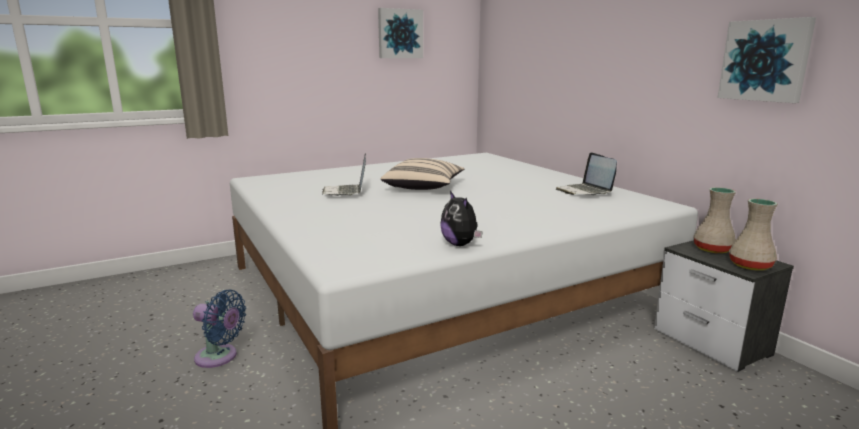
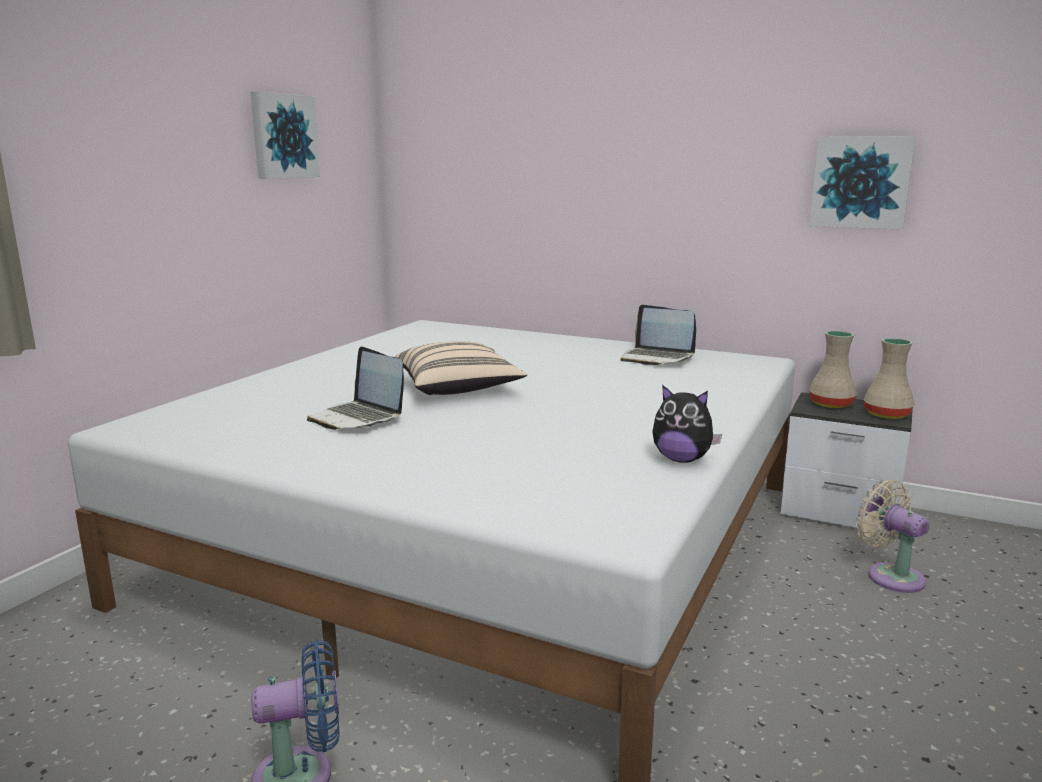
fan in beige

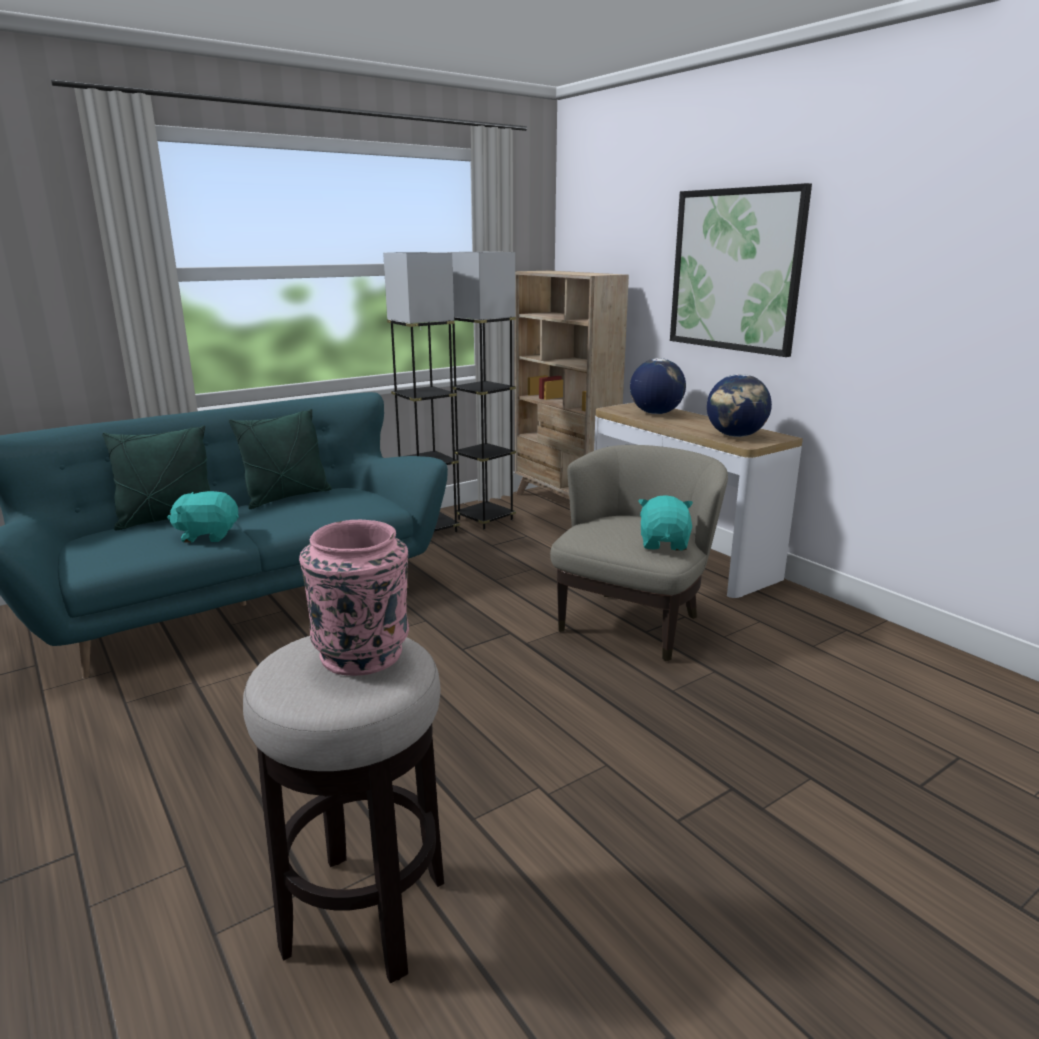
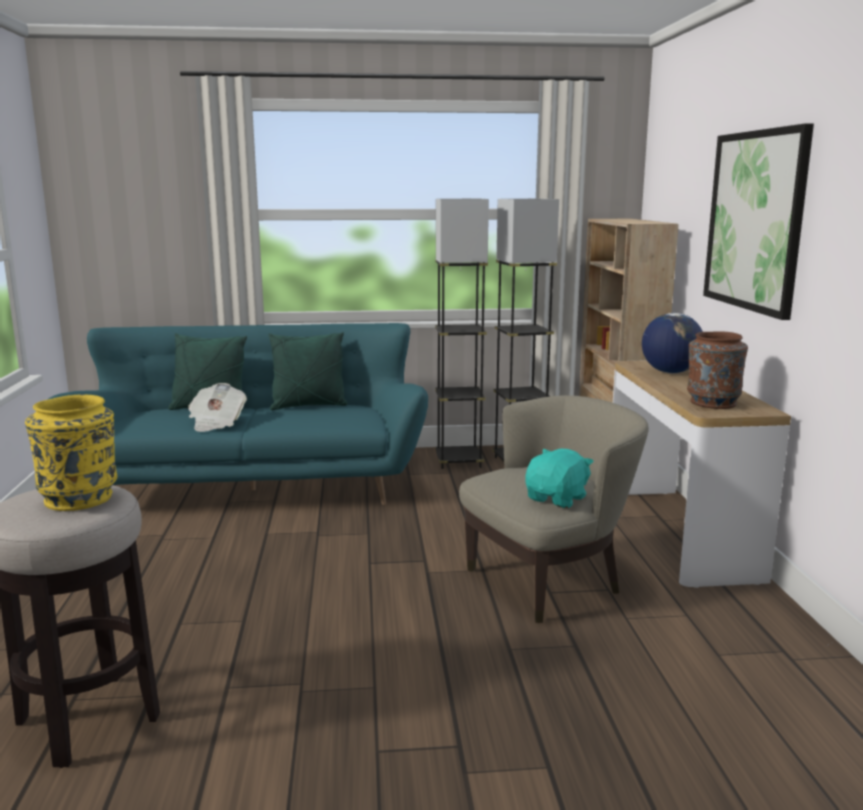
newspaper
vase in brown
vase in yellow

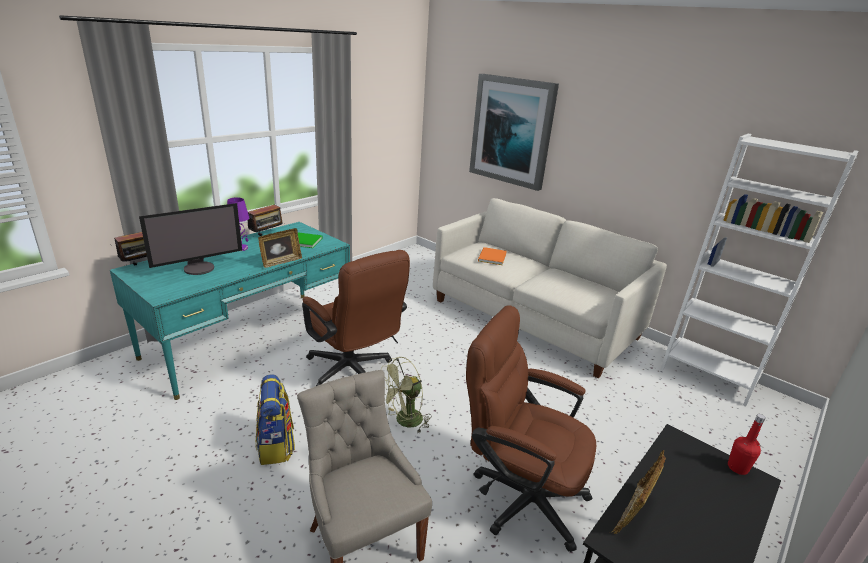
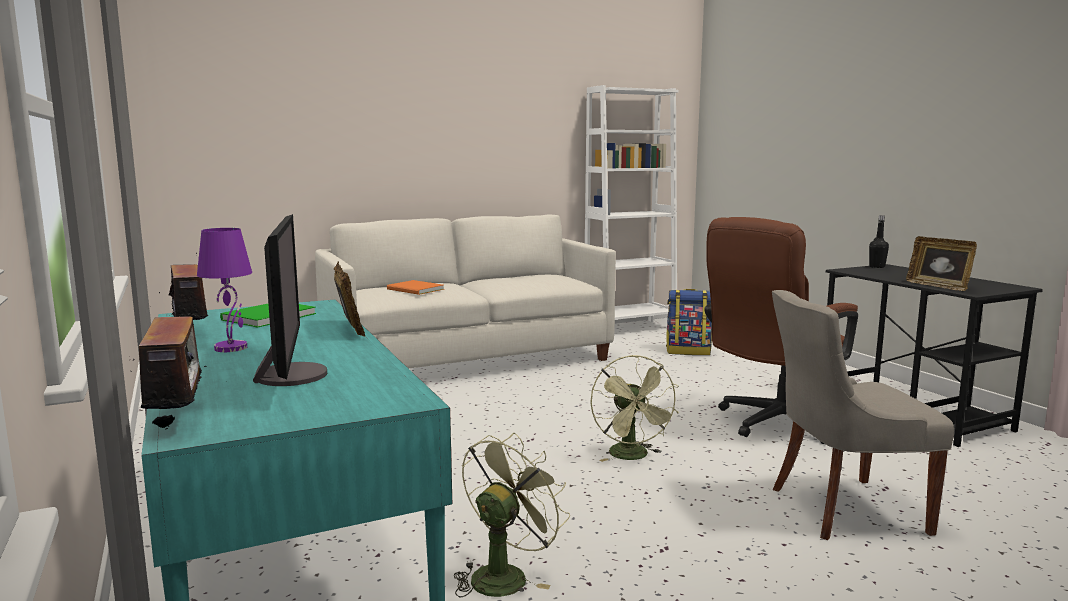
office chair in brown (no. 1 from left in the first image)
picture
fan in green (no. 1 from left)
backpack
bottle in black

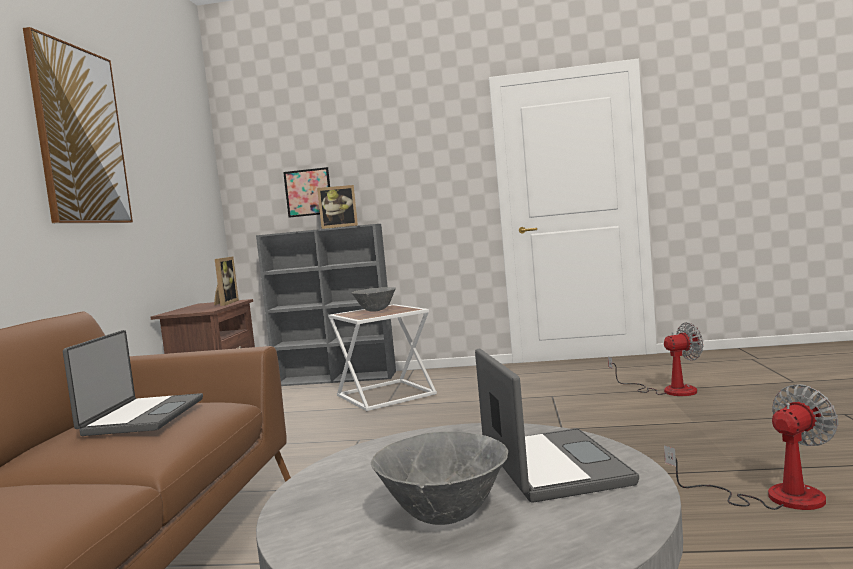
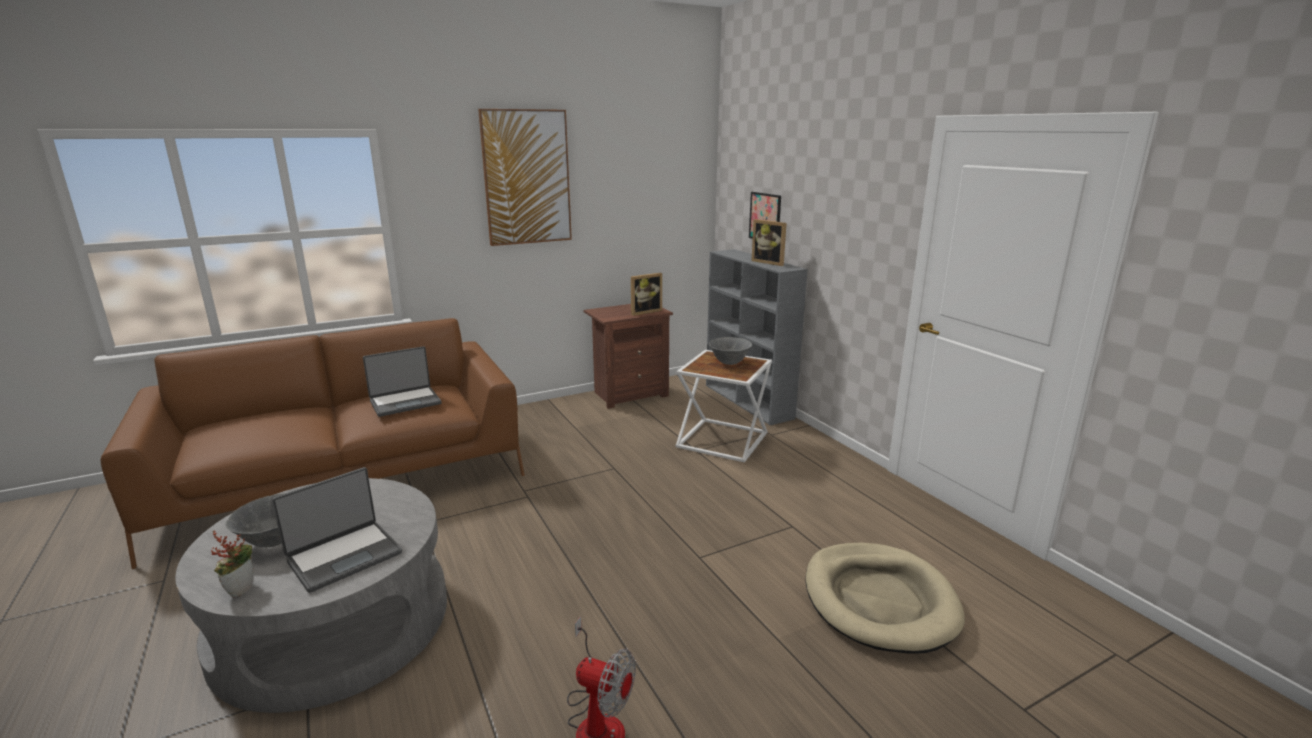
potted plant
dog bed in beige

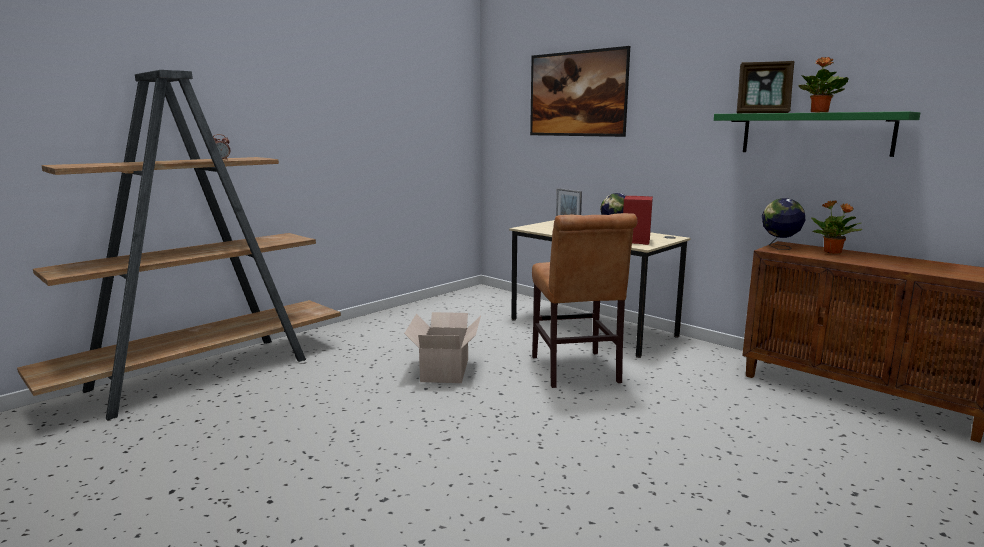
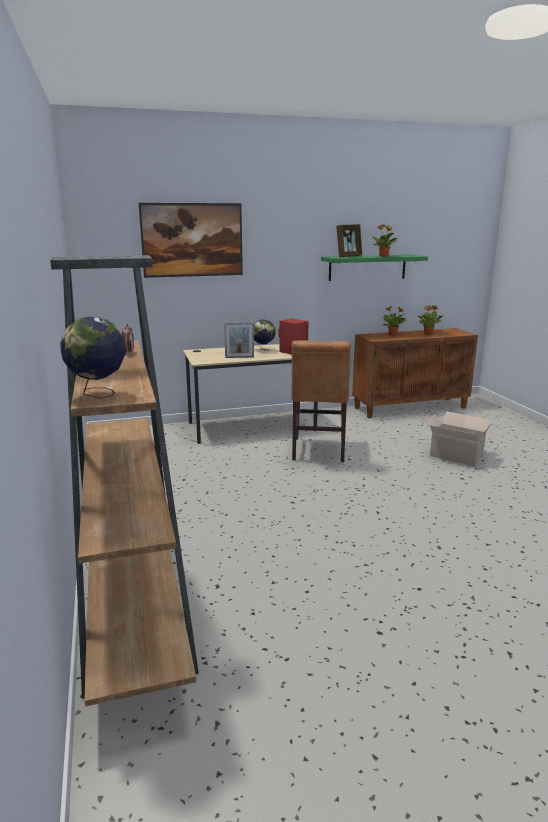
potted plant (no. 3 from left)
cardboard box
globe (no. 1 from left)
chair in brown

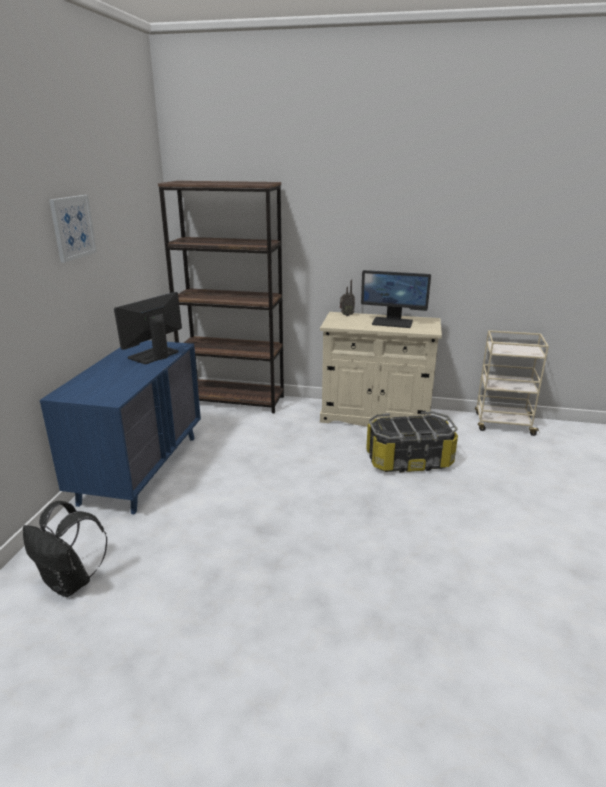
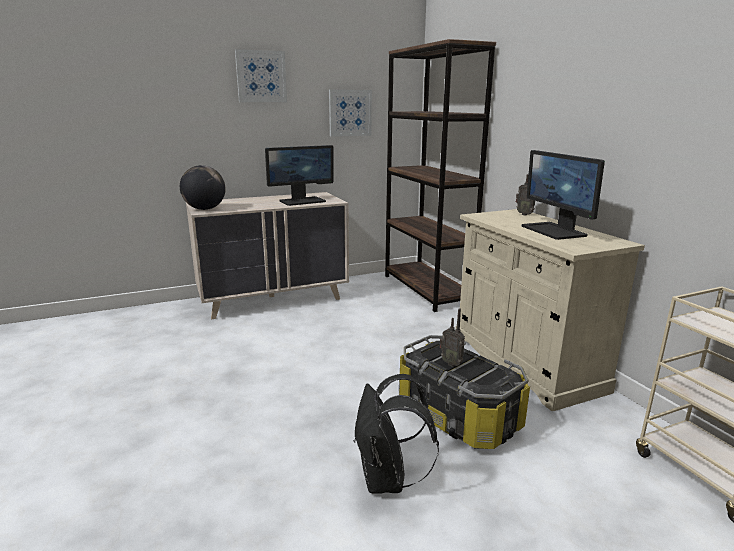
globe
picture (no. 2 from left)
radio (no. 1 from left)
backpack in black
dresser in beige
monitor (no. 1 from left)

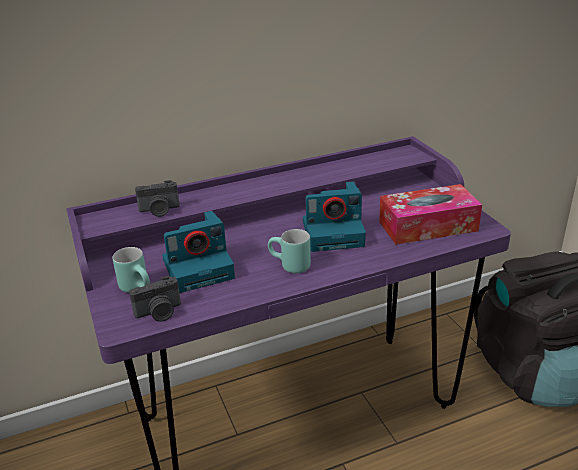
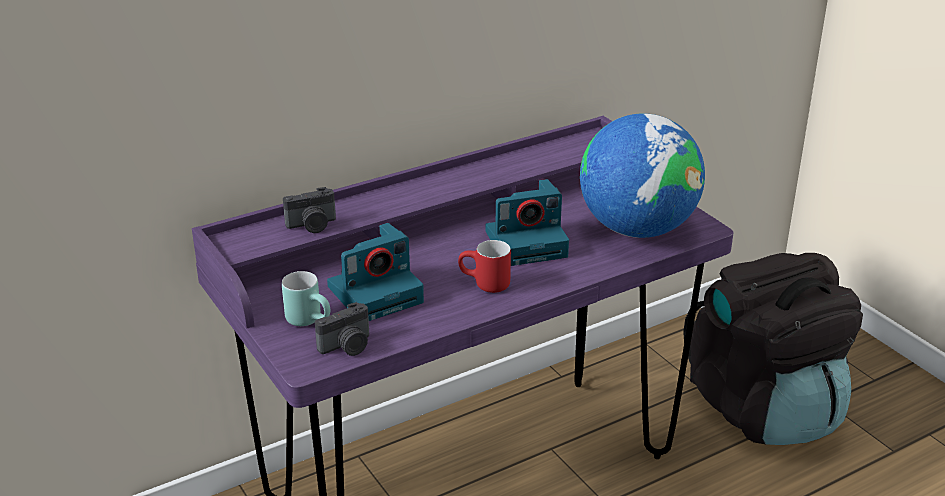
globe
mug in red

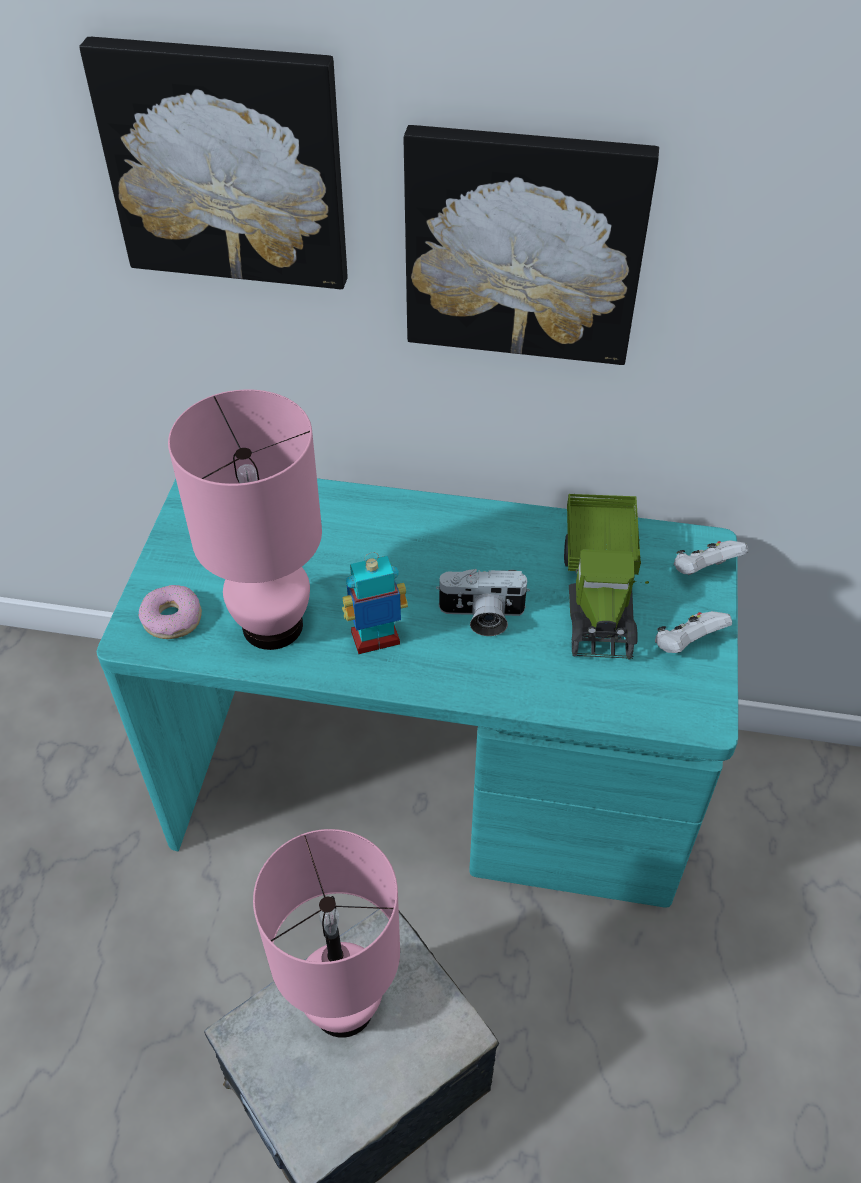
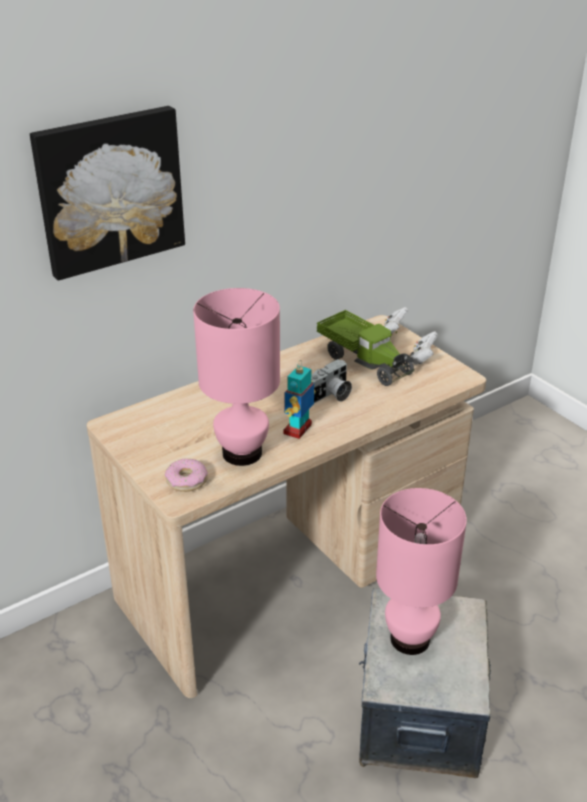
picture (no. 2 from left in the first image)
desk in beige

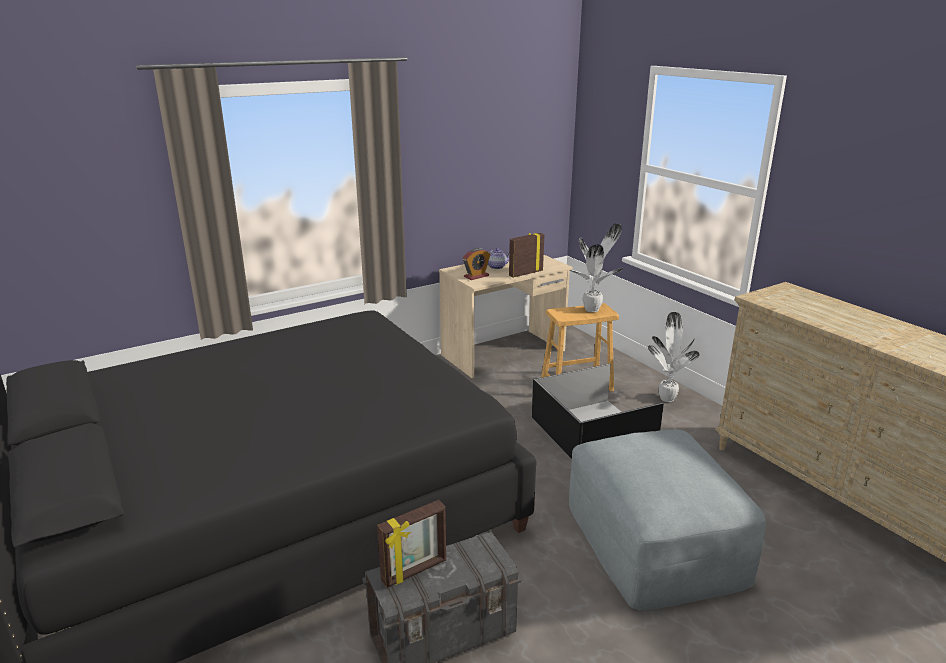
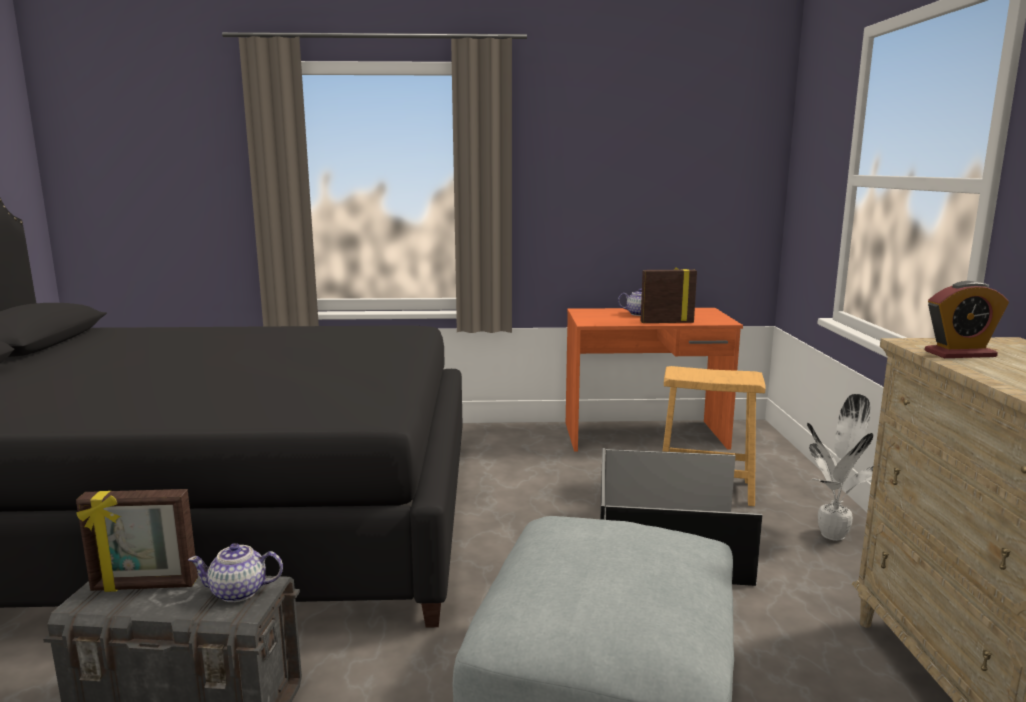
potted plant (no. 1 from left in the first image)
teapot (no. 1 from left)
alarm clock
desk in orange

